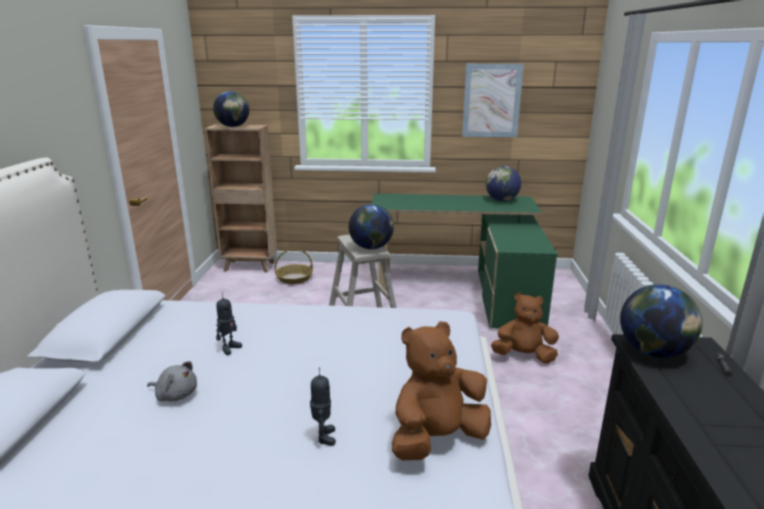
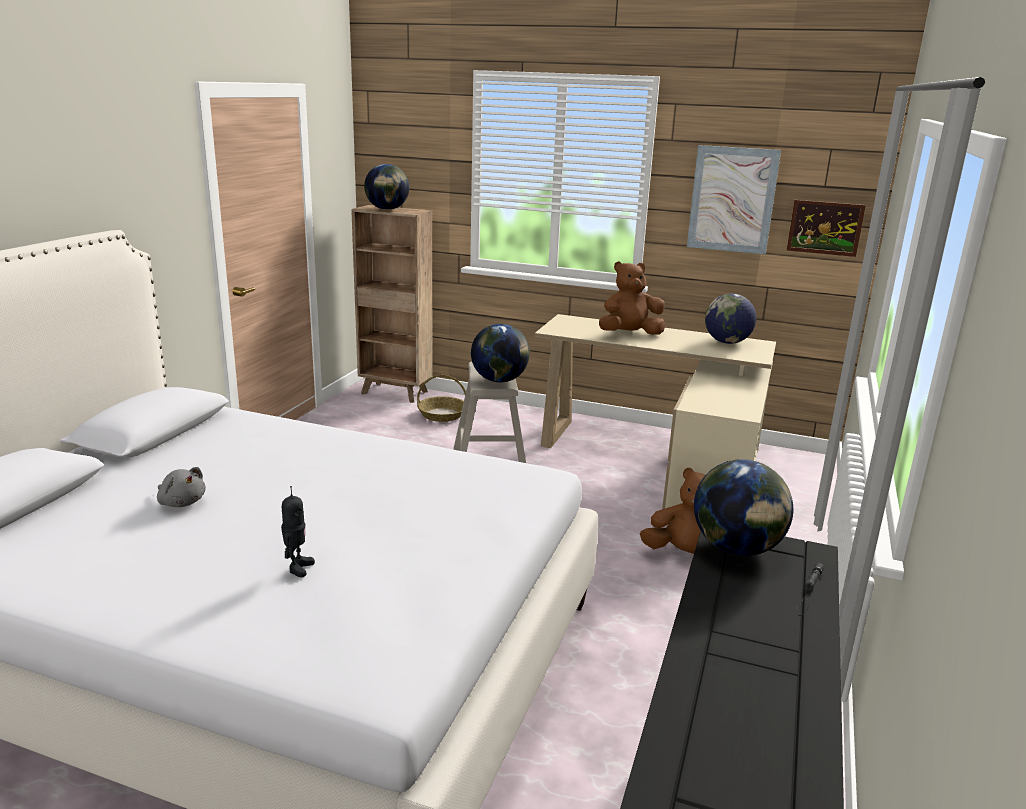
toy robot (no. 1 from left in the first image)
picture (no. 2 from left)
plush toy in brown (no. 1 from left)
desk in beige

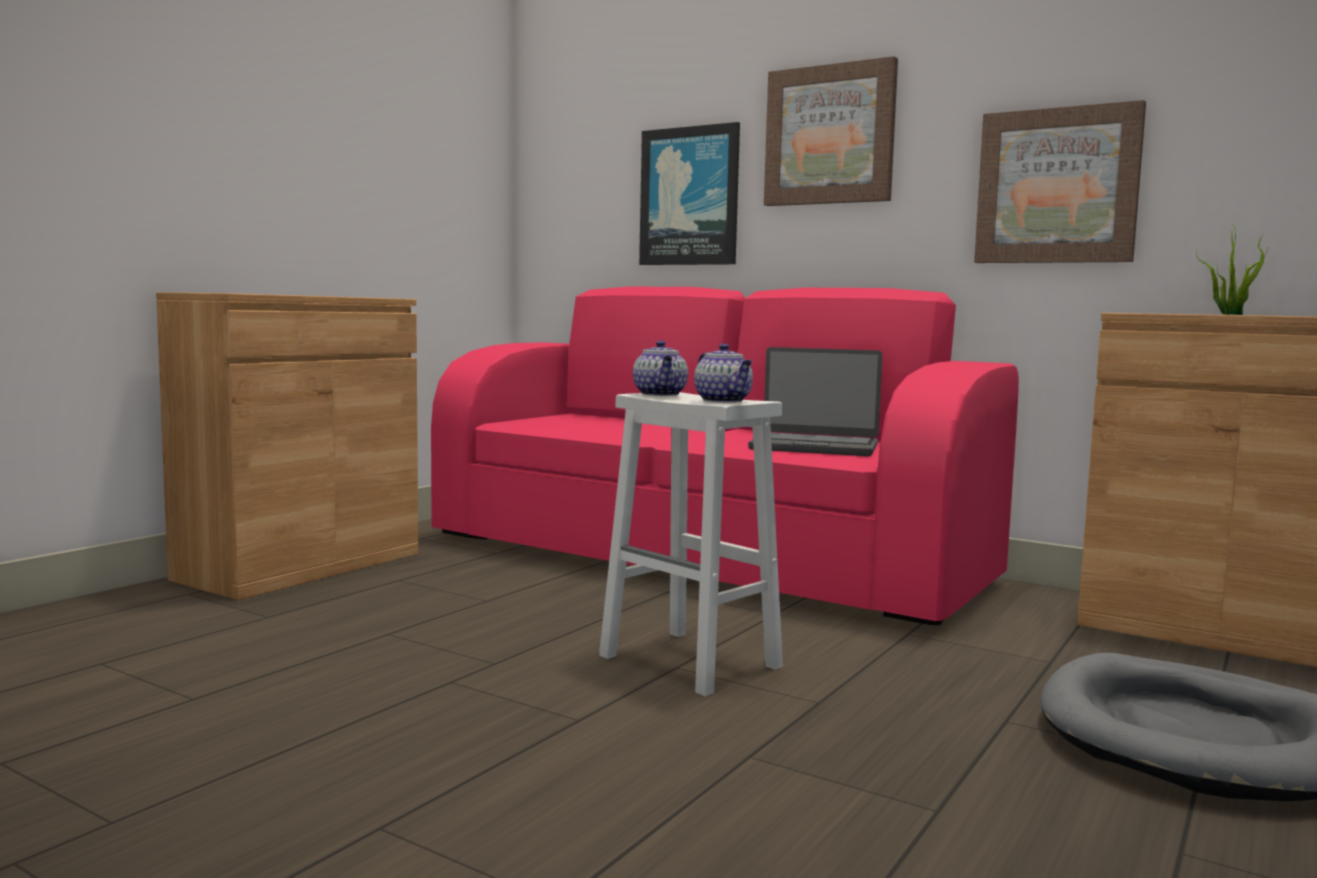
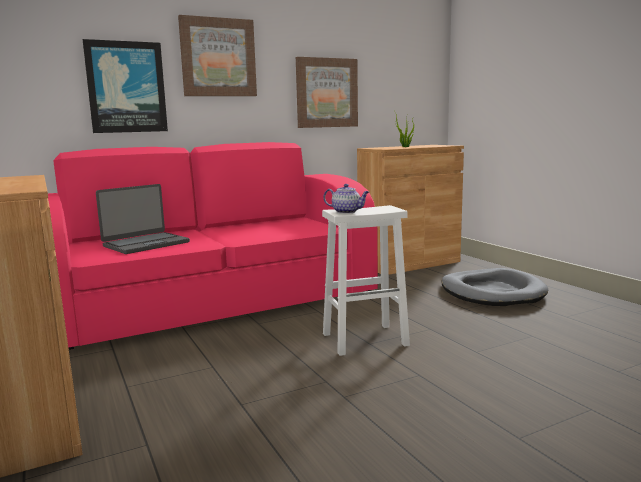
teapot (no. 2 from left in the first image)
laptop

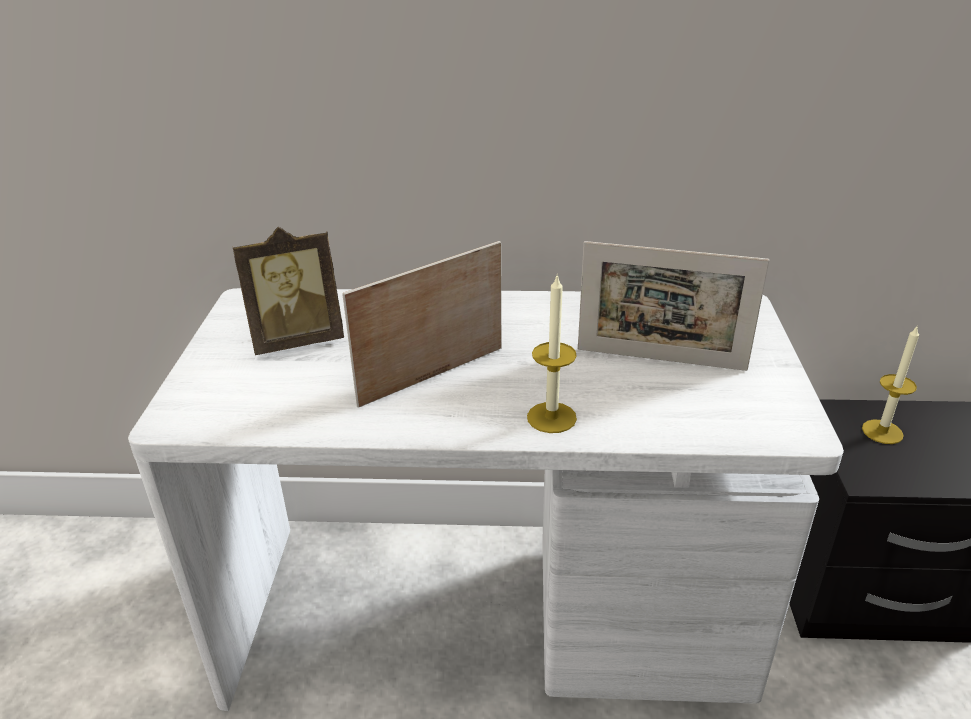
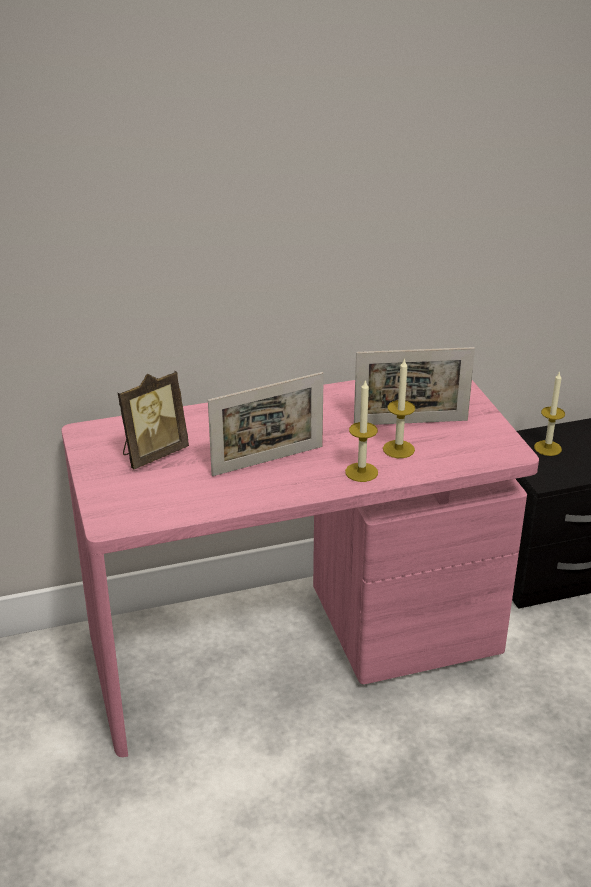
candle (no. 2 from left)
desk in pink
picture frame (no. 2 from left)

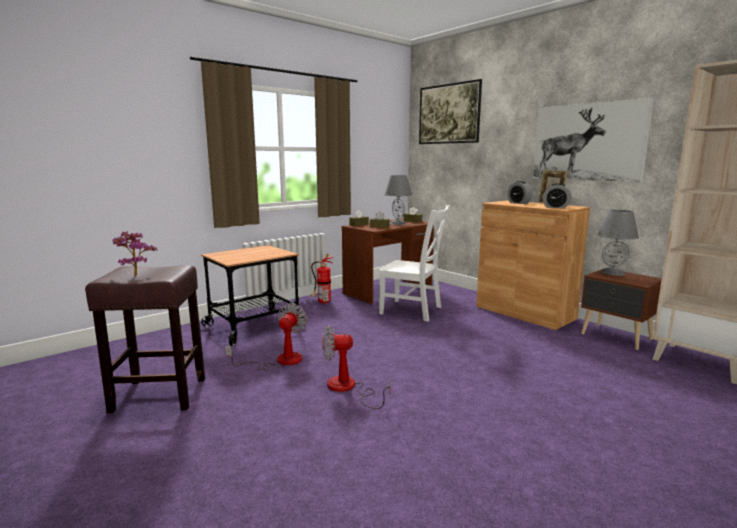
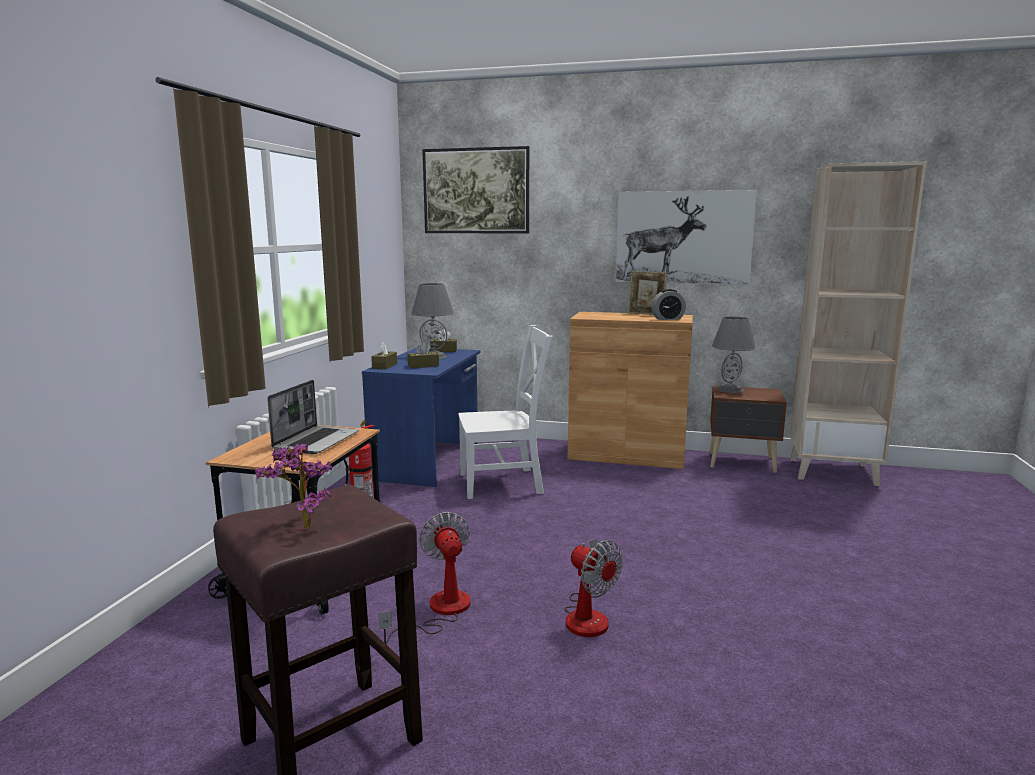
alarm clock (no. 1 from left in the first image)
laptop
desk in blue
fan (no. 2 from left)

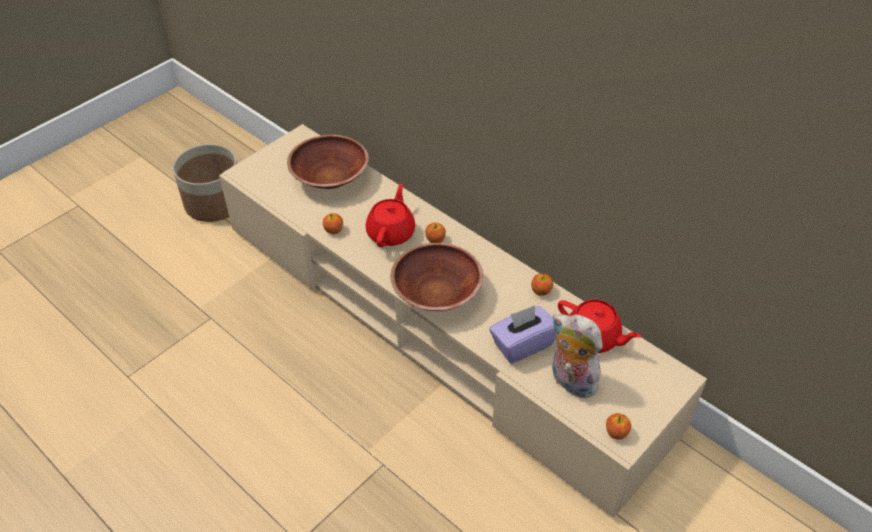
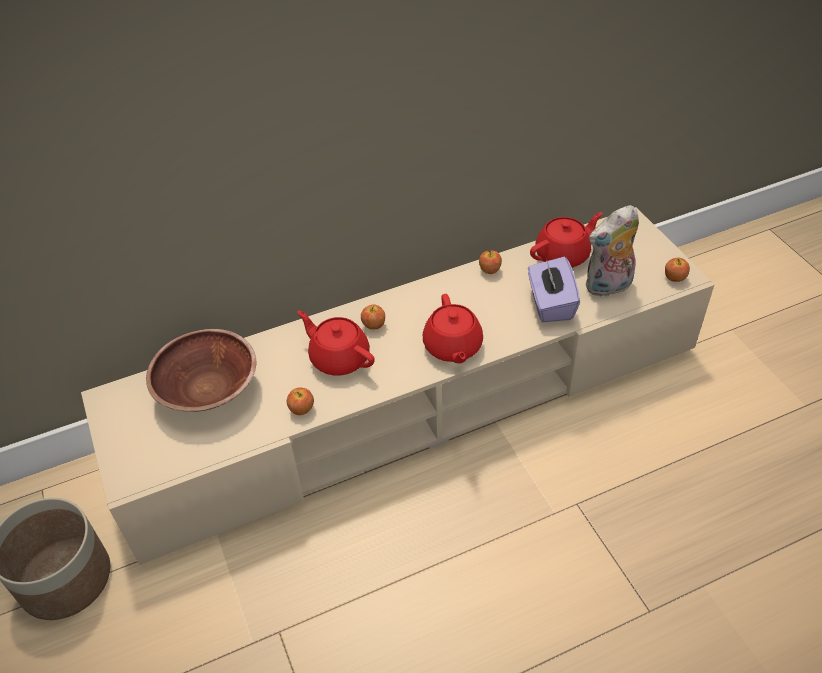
teapot in red (no. 2 from left)

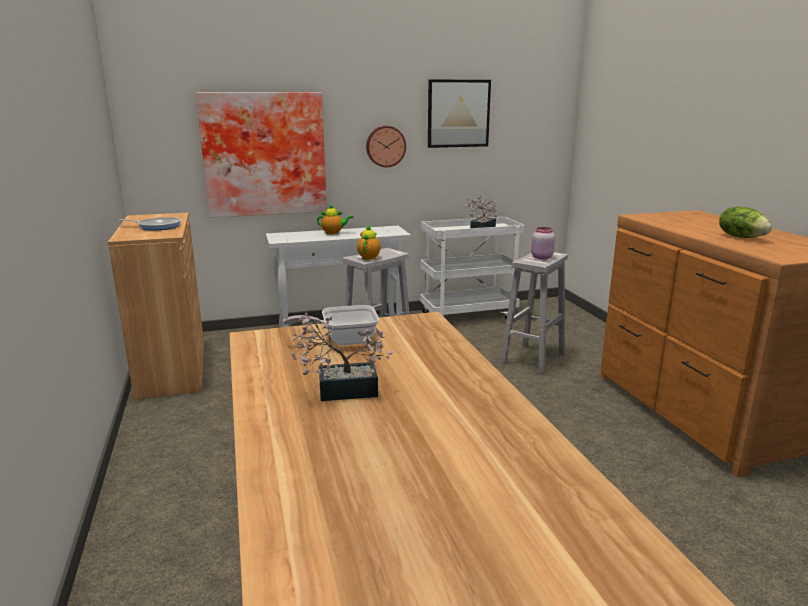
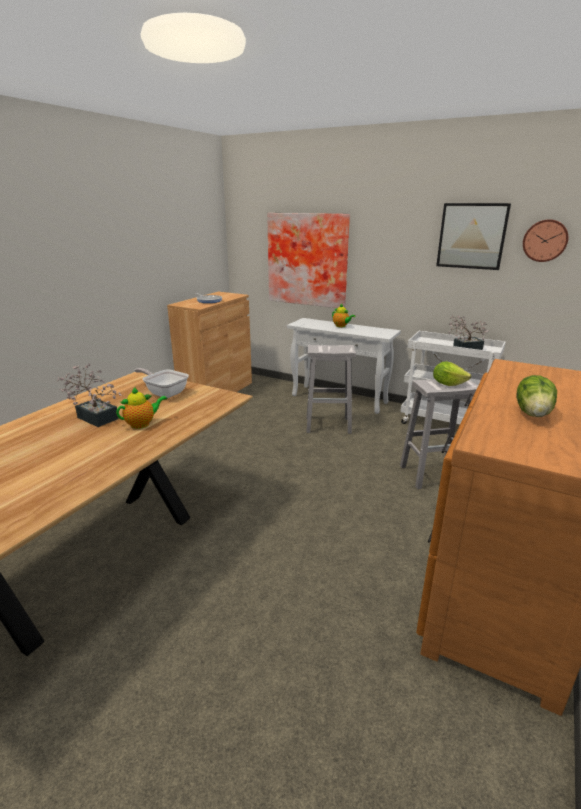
teapot (no. 1 from left)
wall clock
lettuce (no. 1 from left)

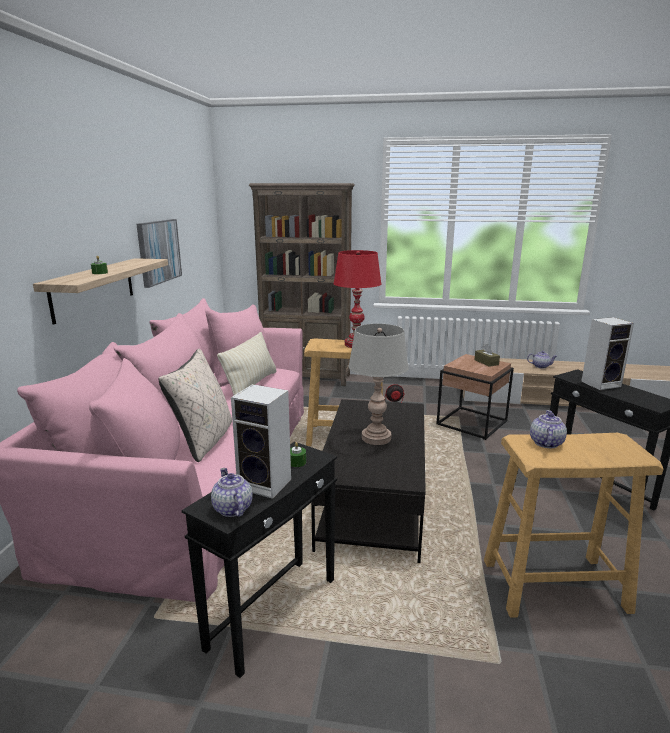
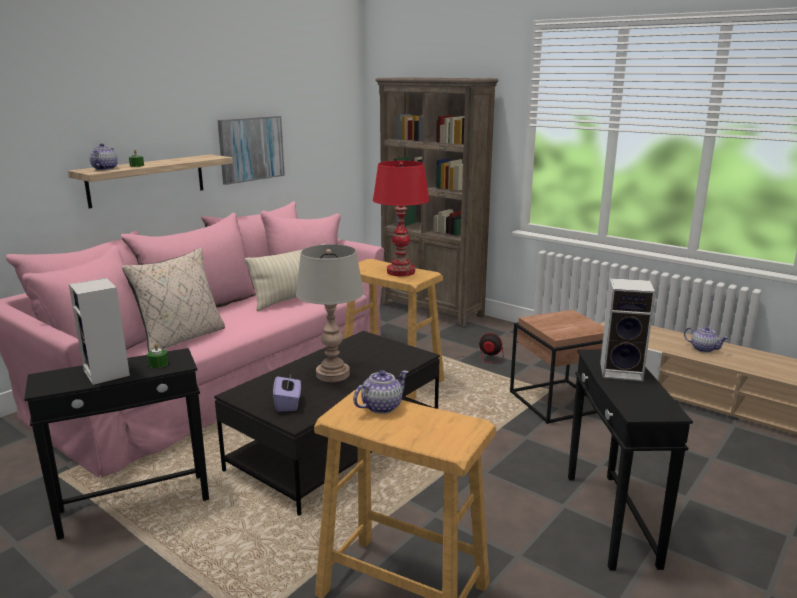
tissue box in brown
tissue box in purple
teapot (no. 1 from left)

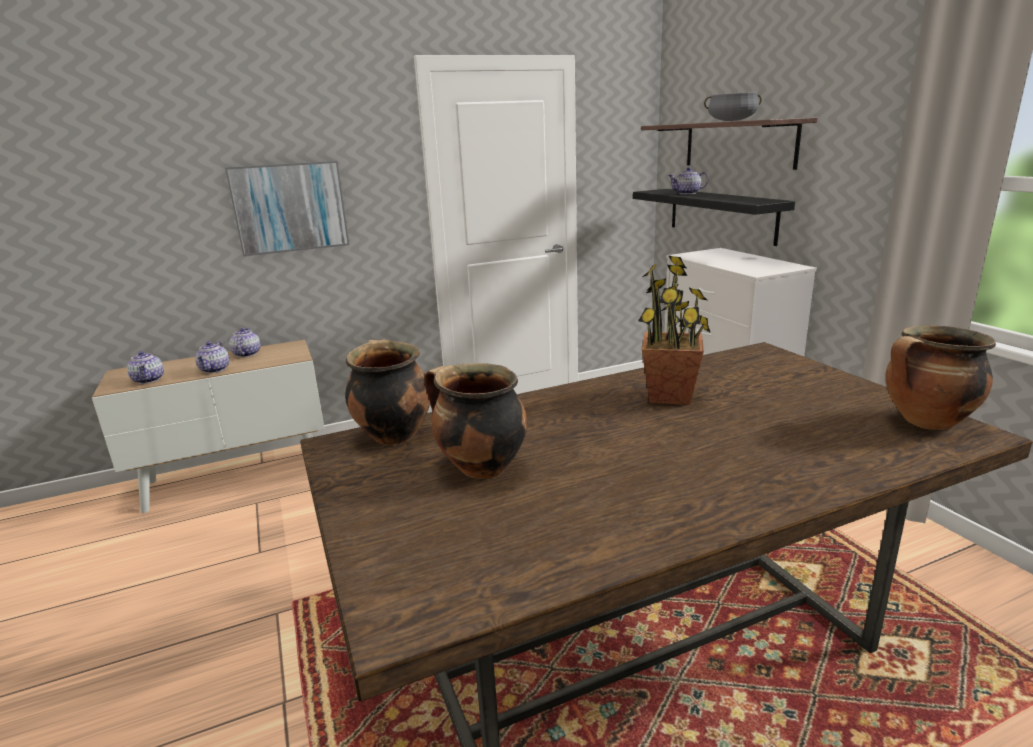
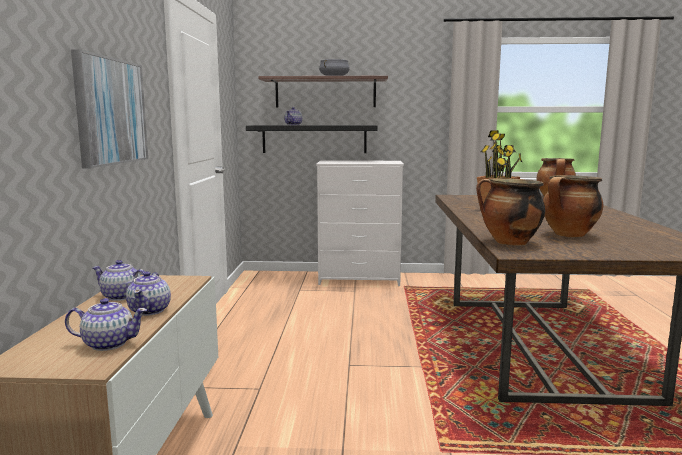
teapot (no. 3 from left)

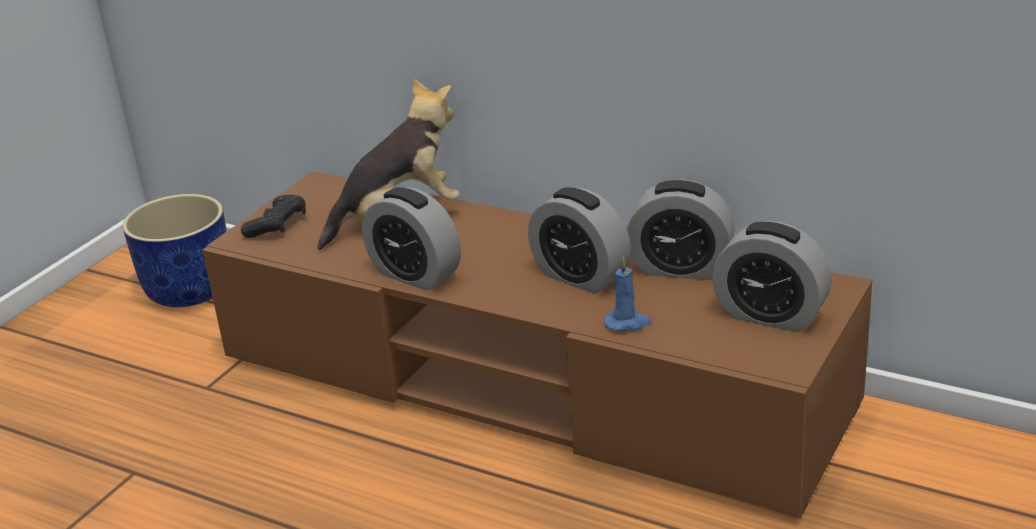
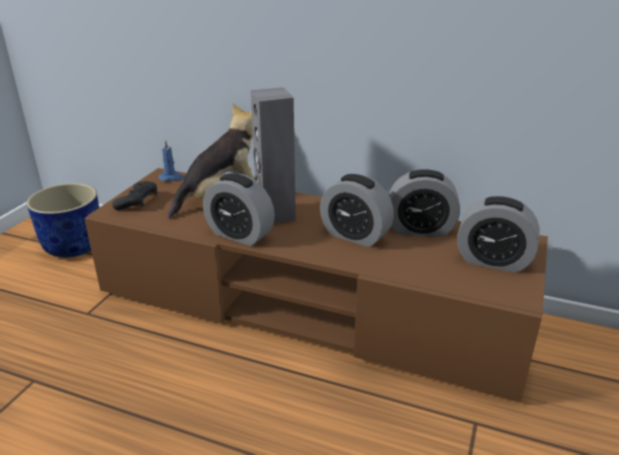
speaker in grey
candle in blue

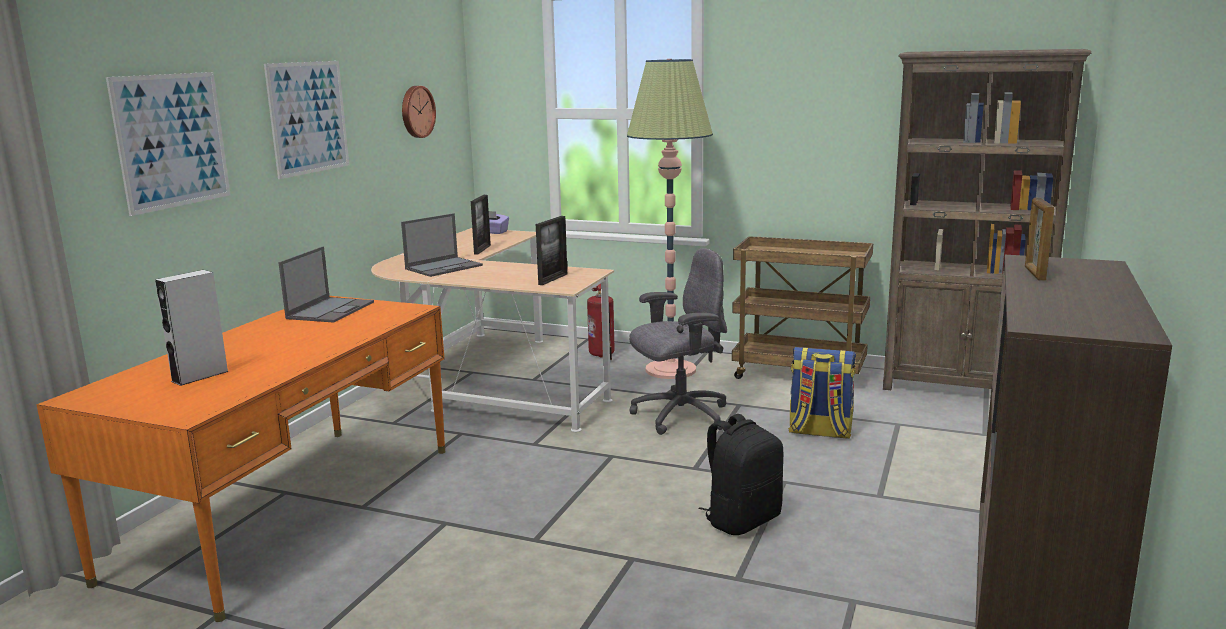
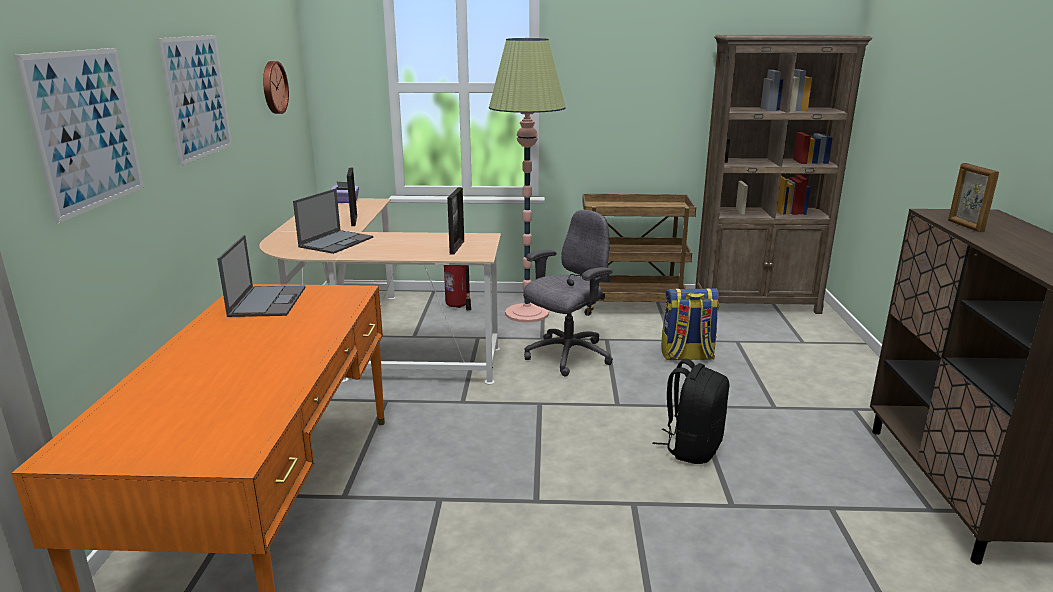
speaker in grey

